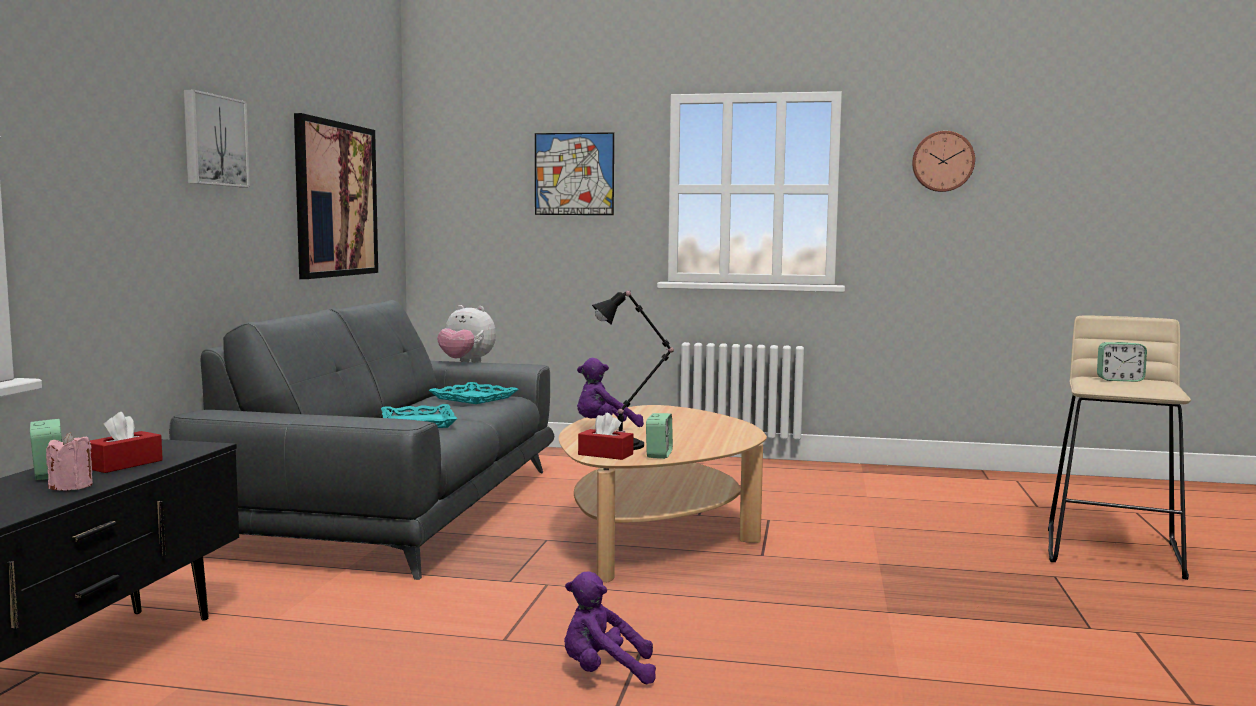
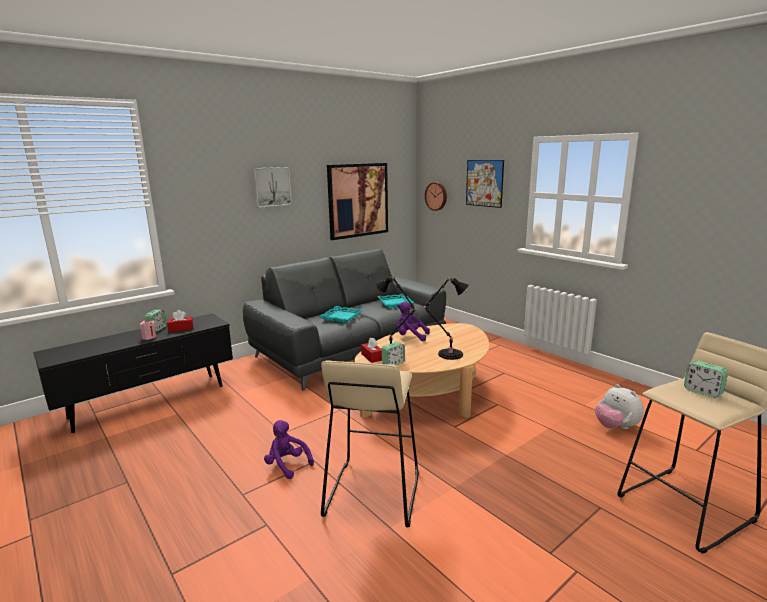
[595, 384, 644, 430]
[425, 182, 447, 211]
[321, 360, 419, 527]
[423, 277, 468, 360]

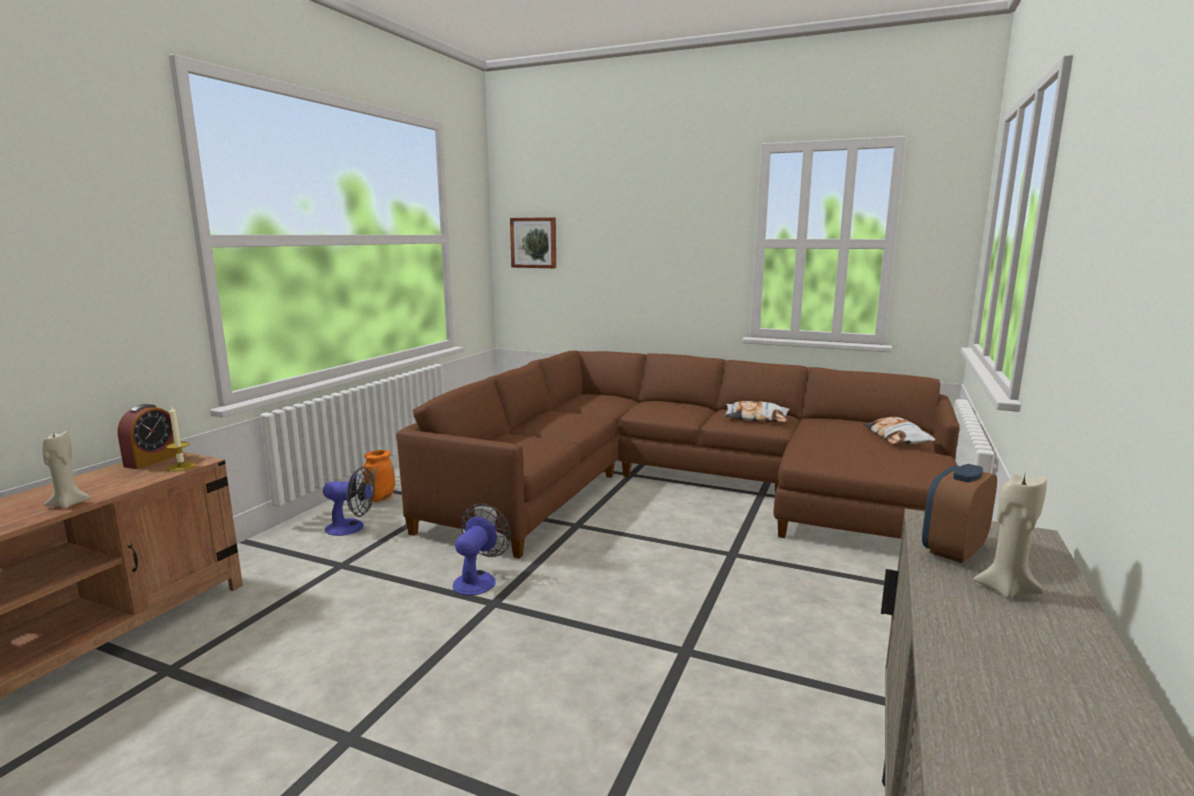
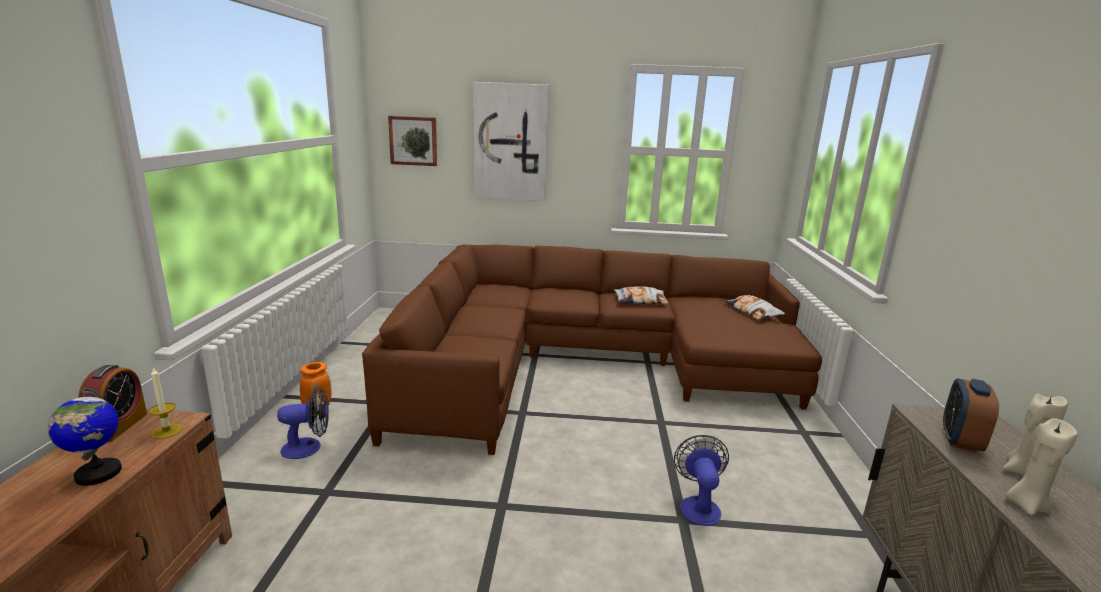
[1006, 418, 1077, 515]
[674, 435, 729, 526]
[48, 387, 122, 486]
[473, 82, 549, 201]

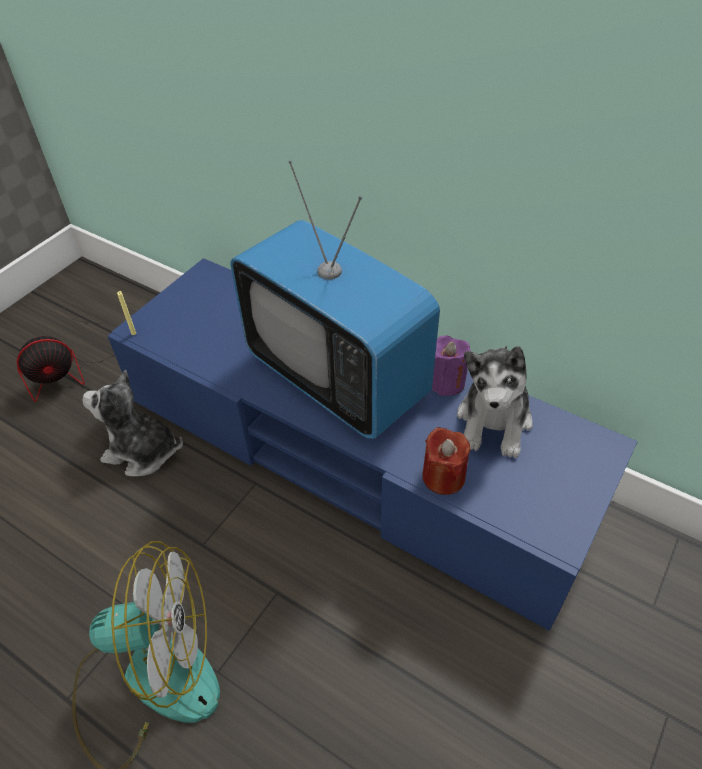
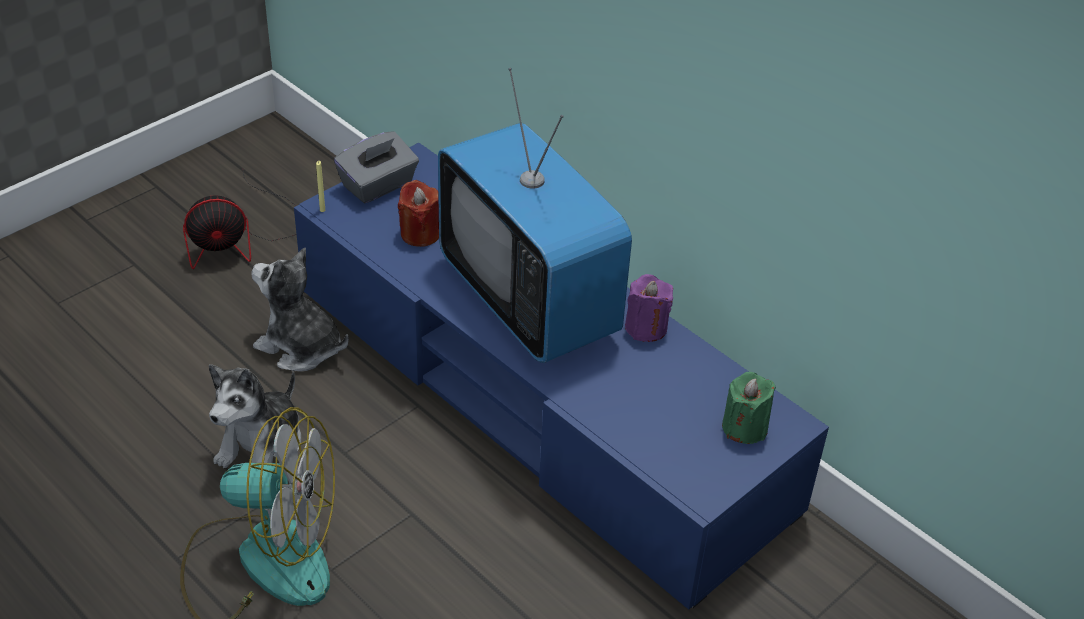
[398, 180, 439, 247]
[209, 365, 301, 468]
[334, 131, 419, 203]
[722, 372, 776, 444]

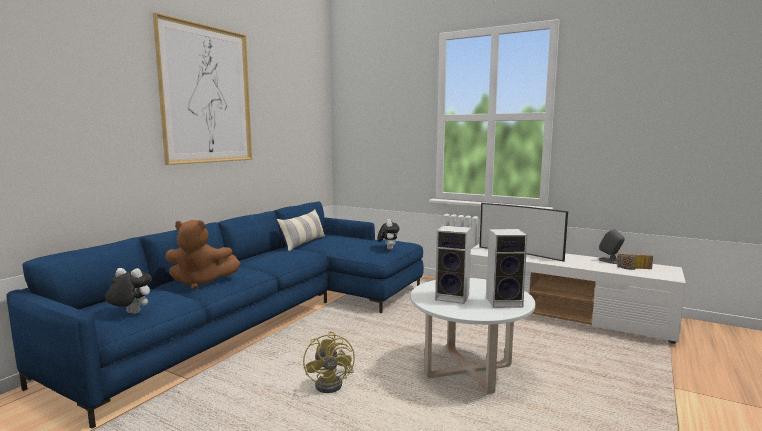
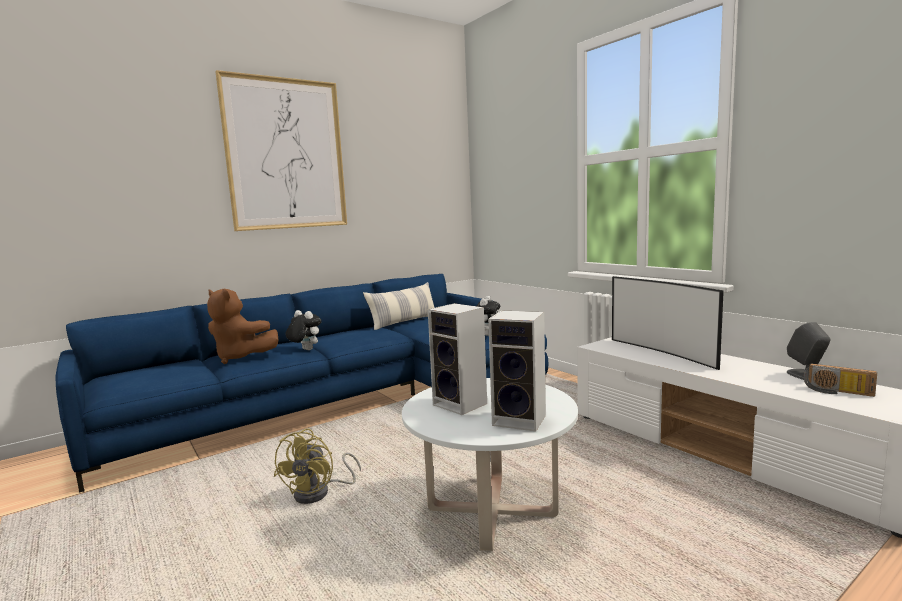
[285, 310, 322, 350]

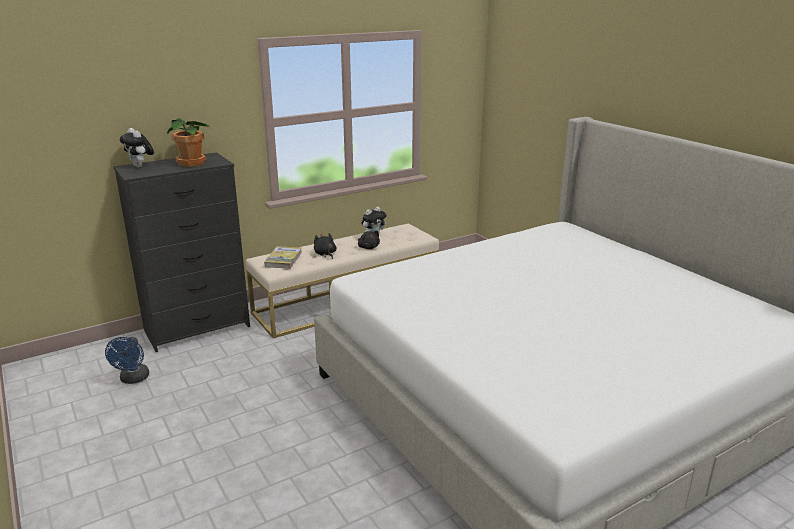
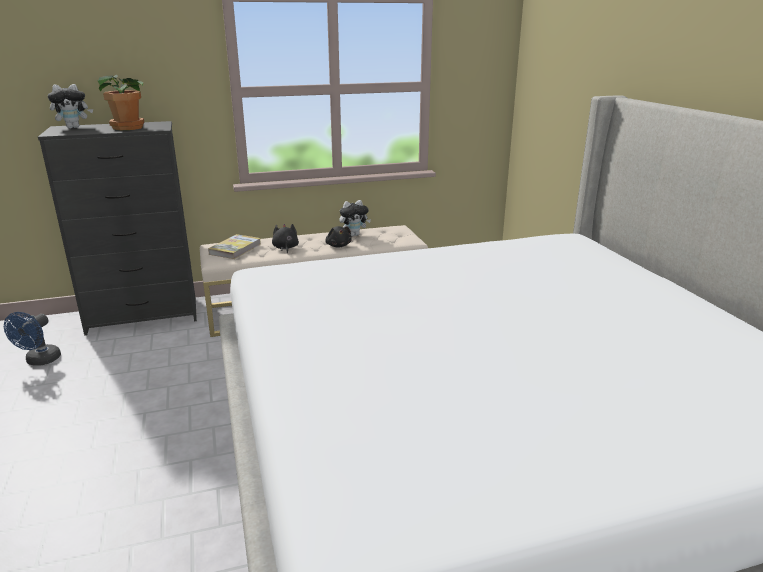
[48, 84, 93, 128]

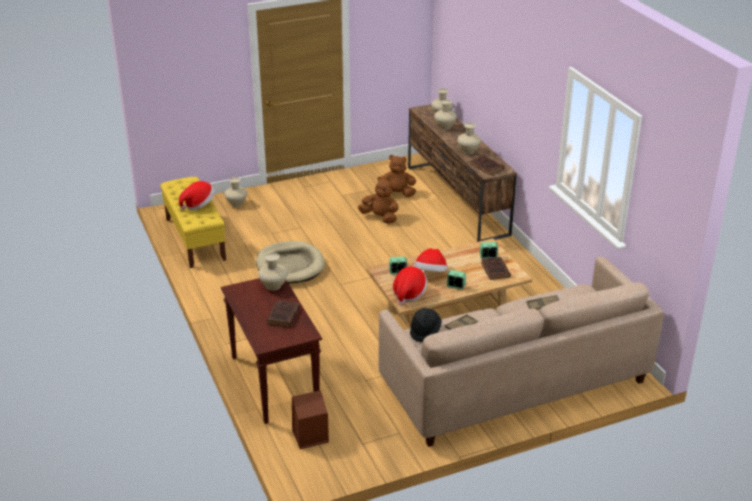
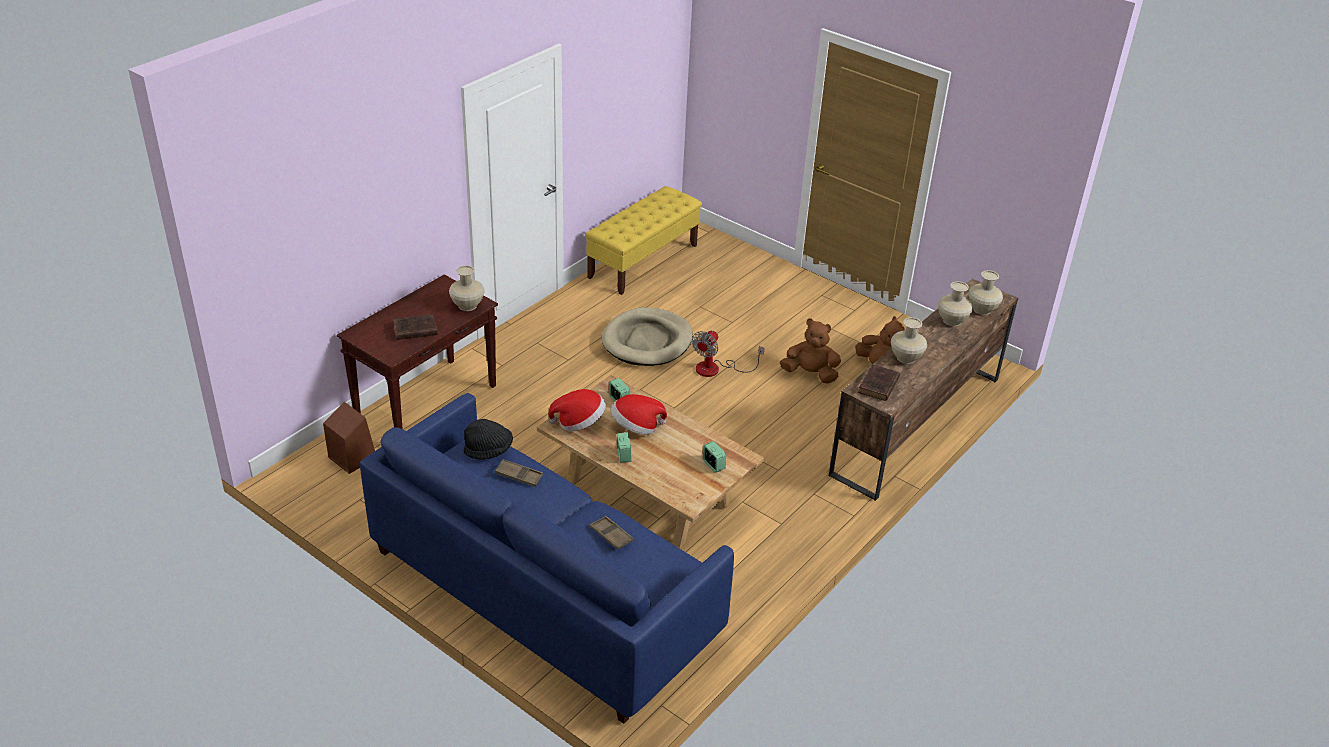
[179, 181, 215, 210] (first image)
[225, 177, 247, 207] (first image)
[780, 318, 841, 384]
[360, 393, 734, 724]
[481, 257, 511, 280] (first image)
[692, 330, 764, 377]

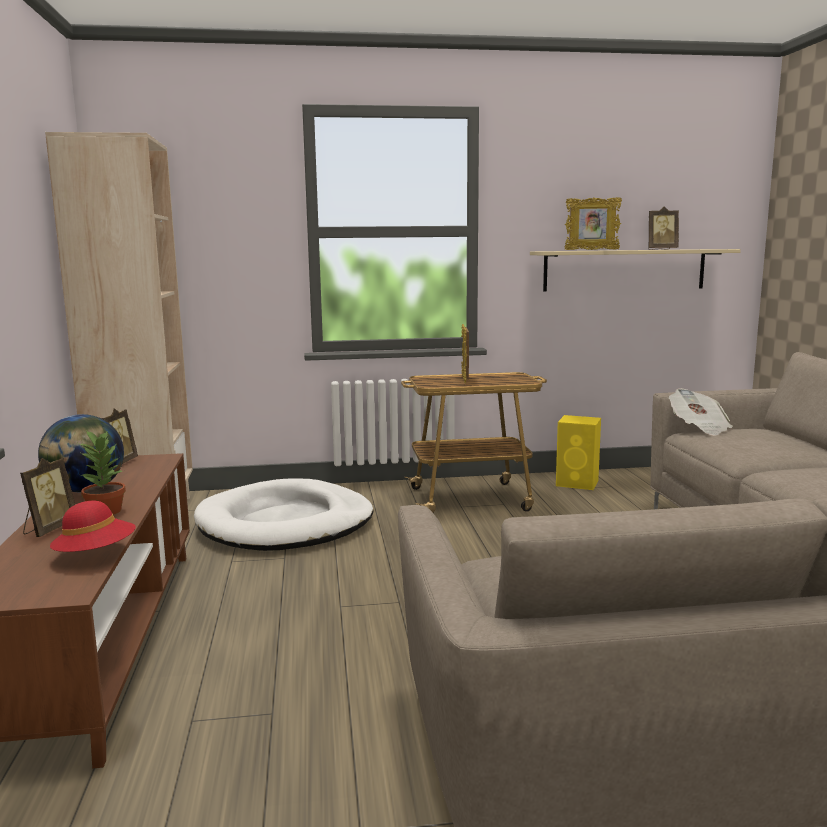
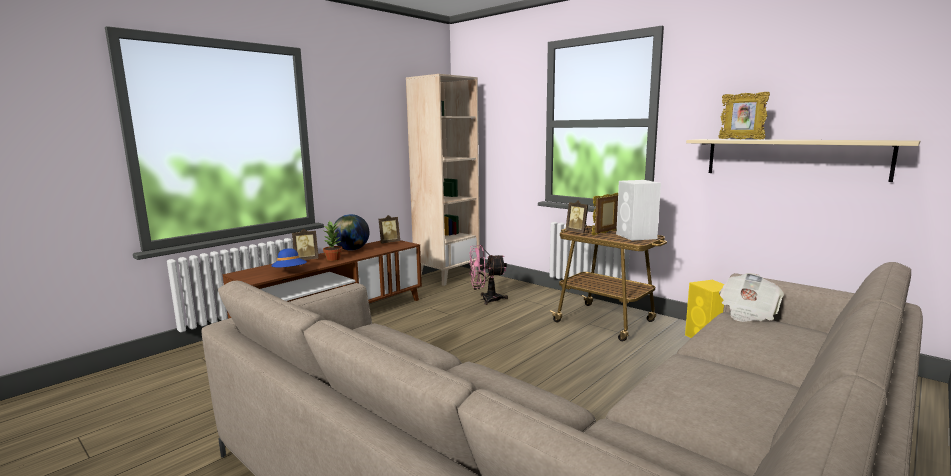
[271, 248, 307, 268]
[469, 245, 508, 305]
[566, 200, 588, 234]
[616, 180, 661, 241]

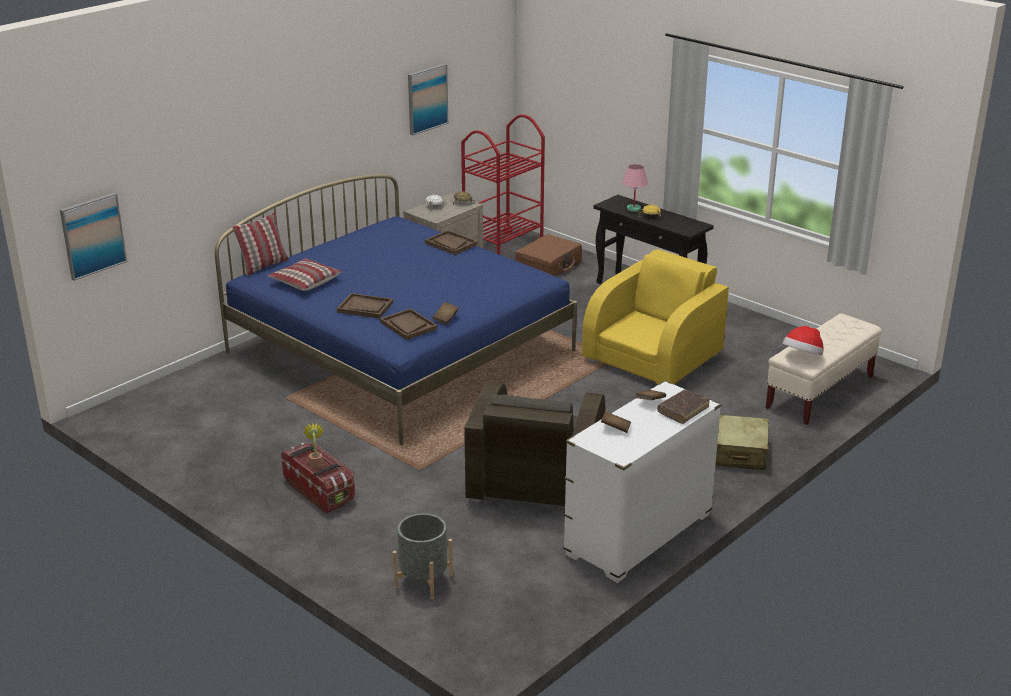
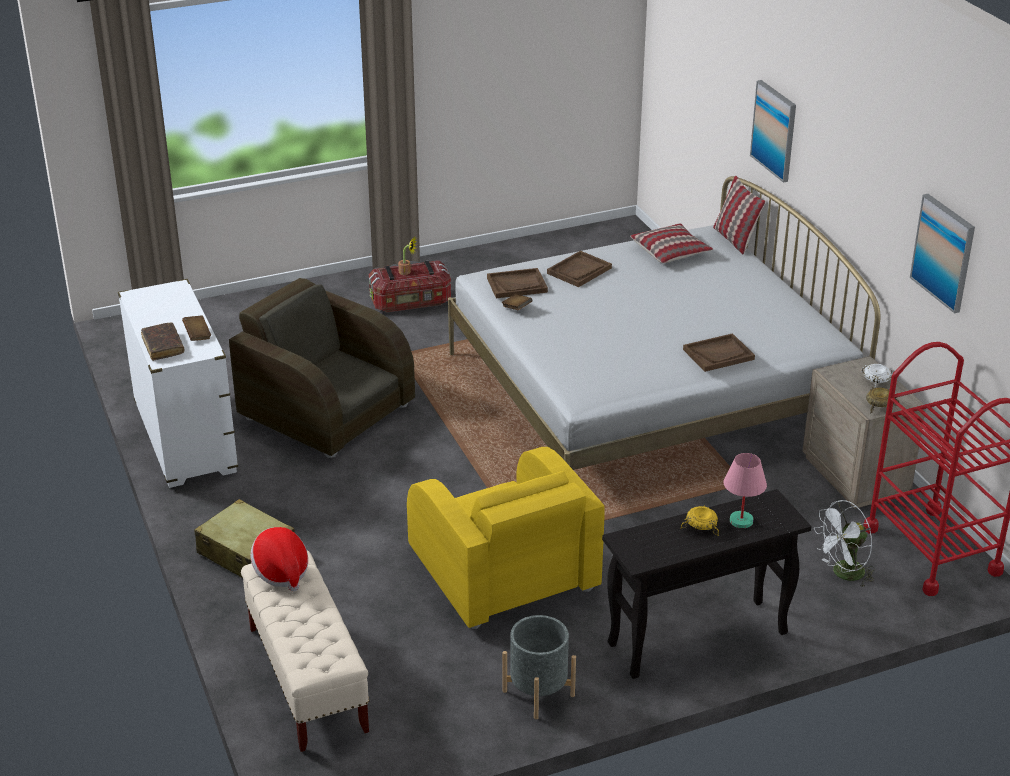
[750, 80, 796, 183]
[448, 176, 880, 470]
[502, 615, 576, 719]
[814, 500, 875, 588]
[601, 411, 631, 433] (first image)

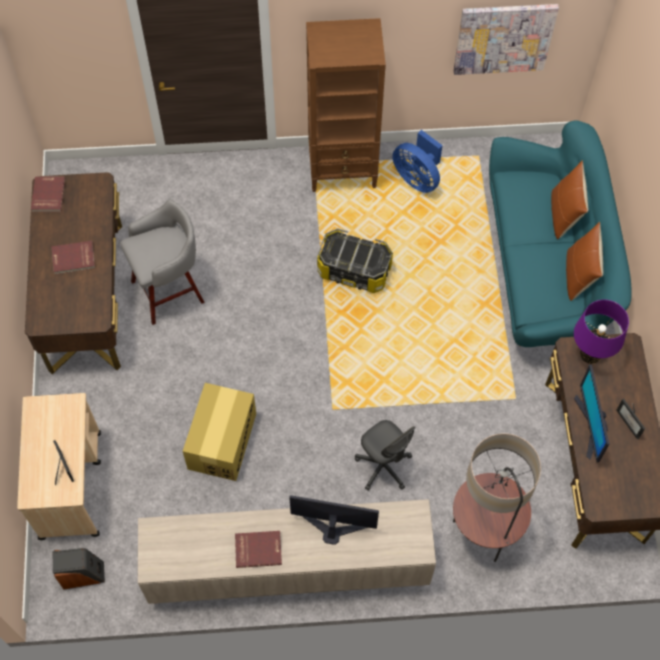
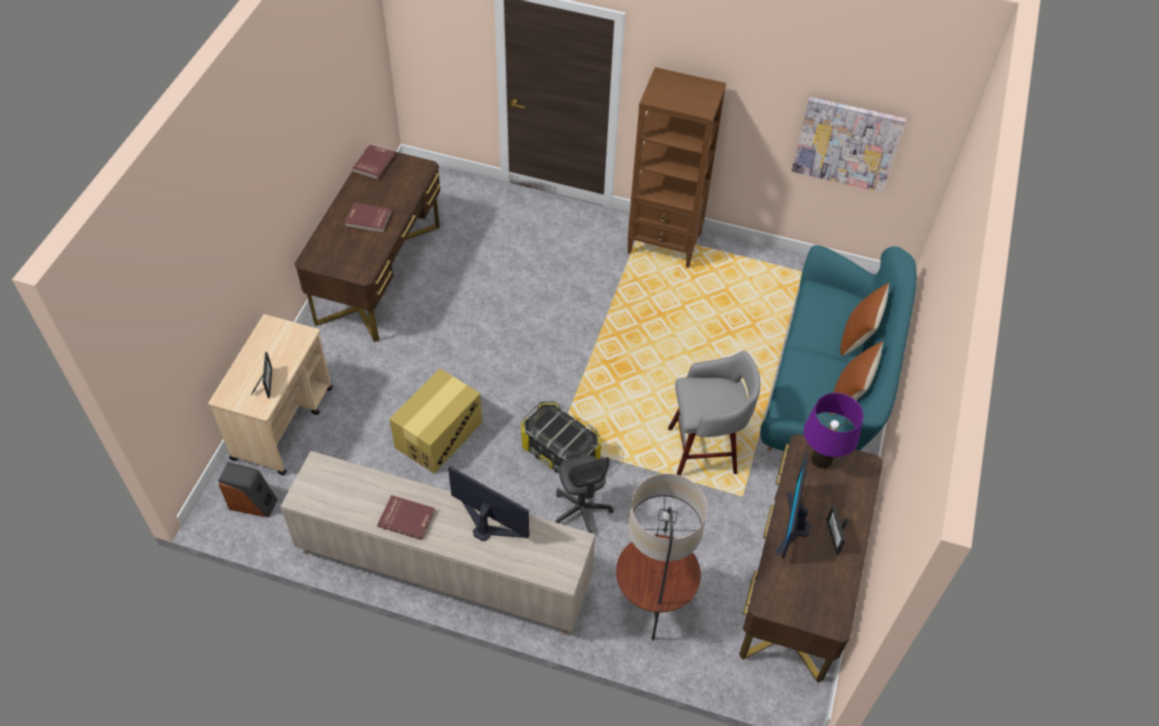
[668, 351, 760, 476]
[521, 401, 601, 473]
[392, 130, 443, 193] (first image)

